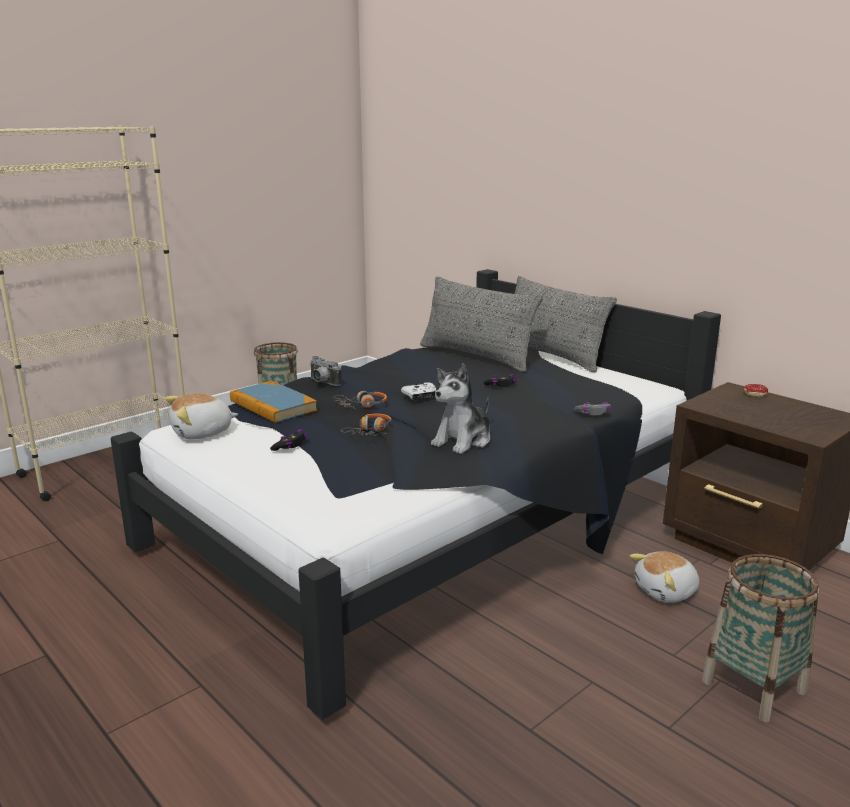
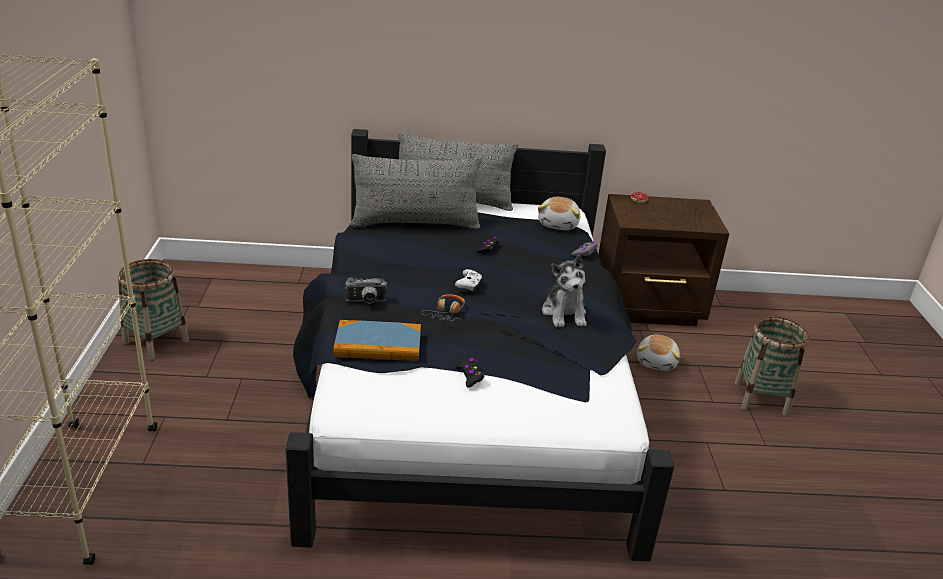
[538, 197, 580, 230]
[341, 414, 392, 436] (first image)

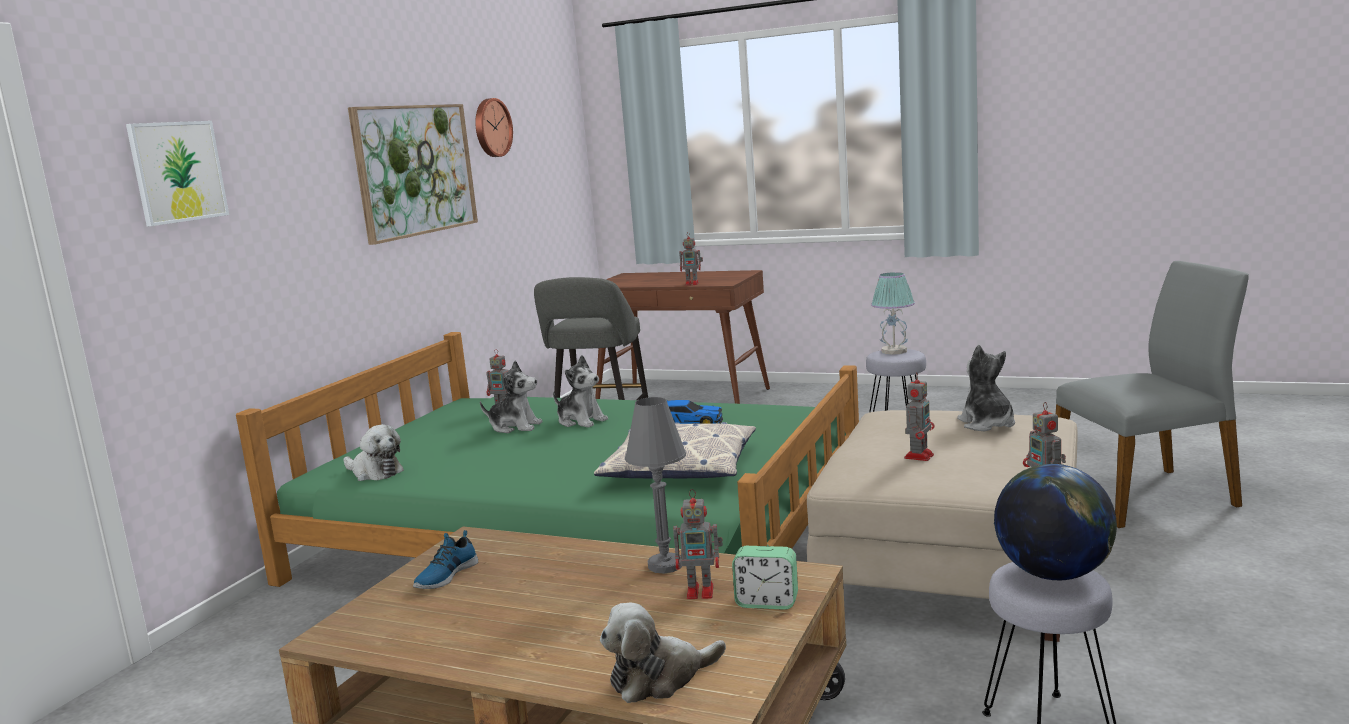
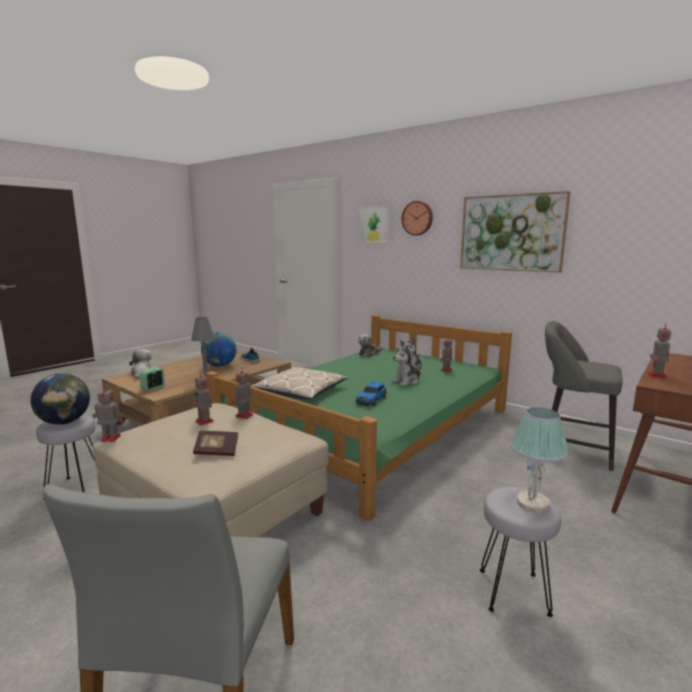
[401, 201, 433, 236]
[232, 367, 253, 419]
[193, 431, 238, 456]
[201, 332, 236, 367]

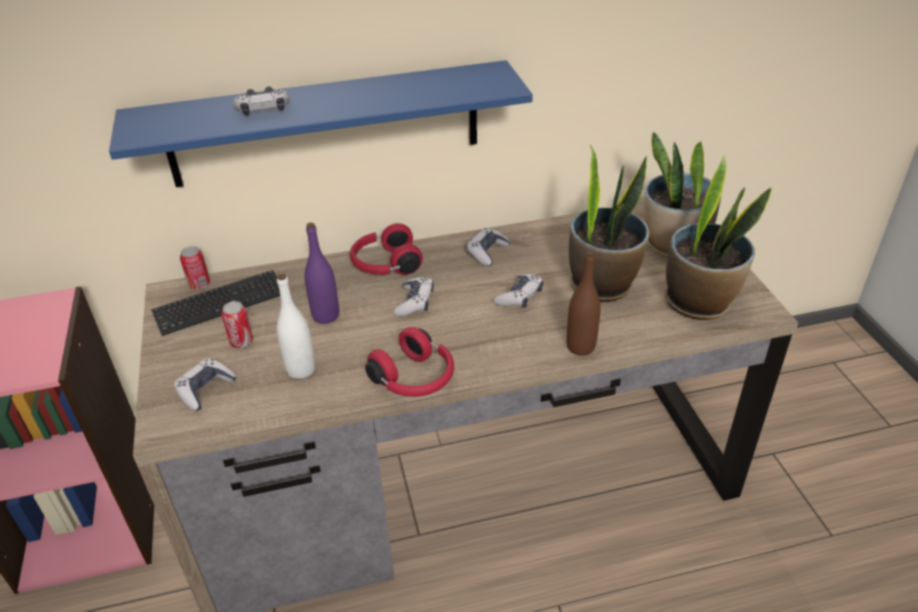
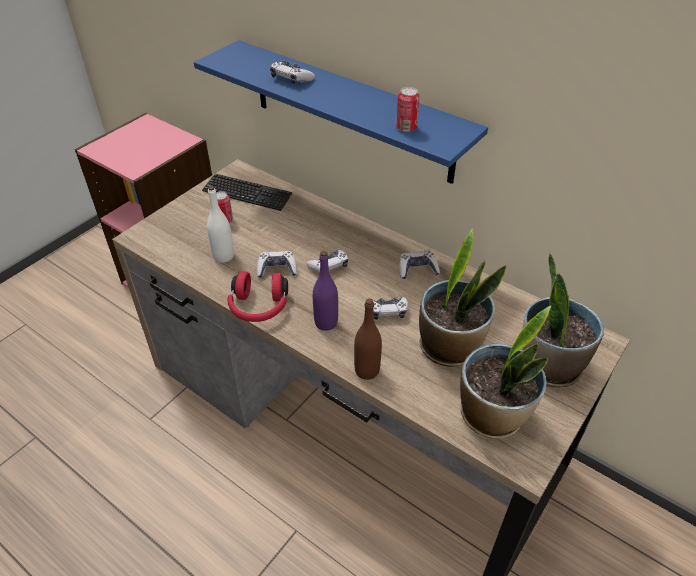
[257, 251, 297, 278]
[396, 87, 420, 132]
[313, 251, 338, 331]
[350, 223, 423, 275] (first image)

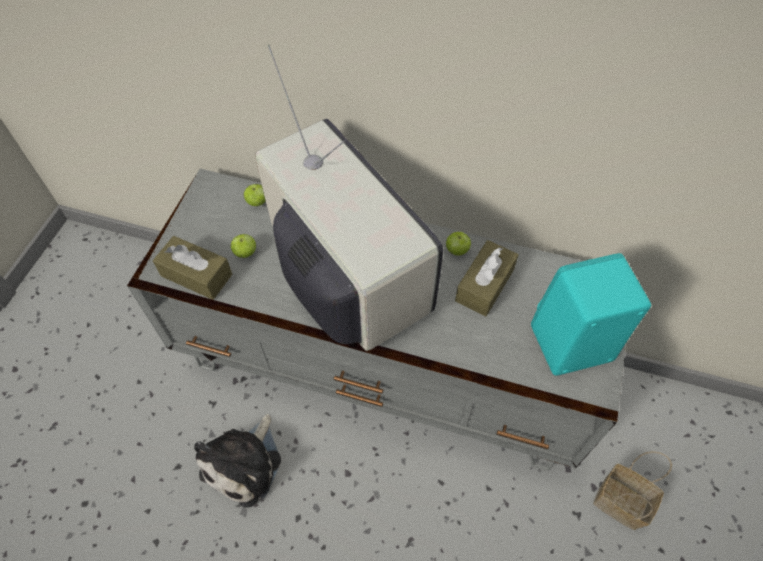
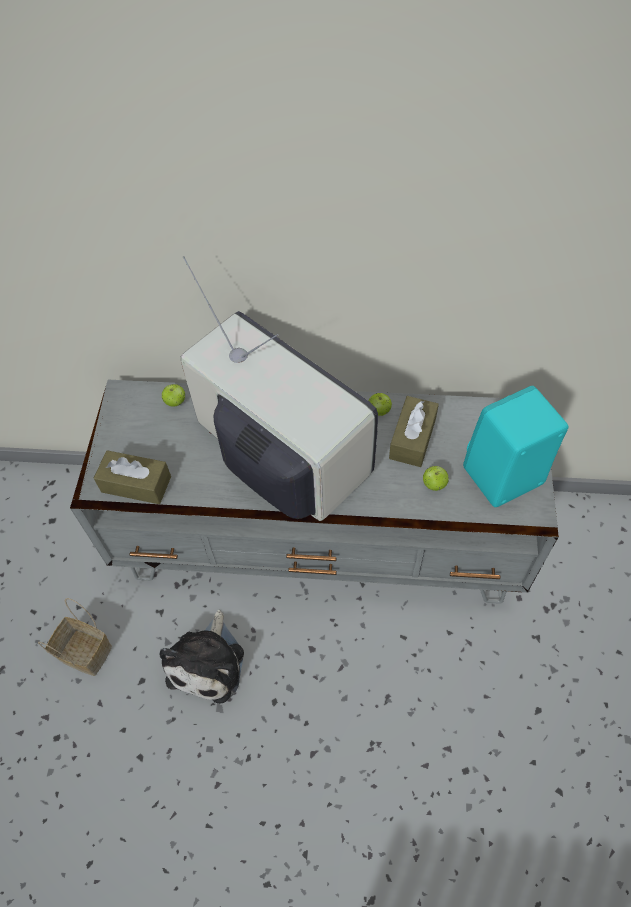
[423, 466, 449, 491]
[38, 598, 112, 676]

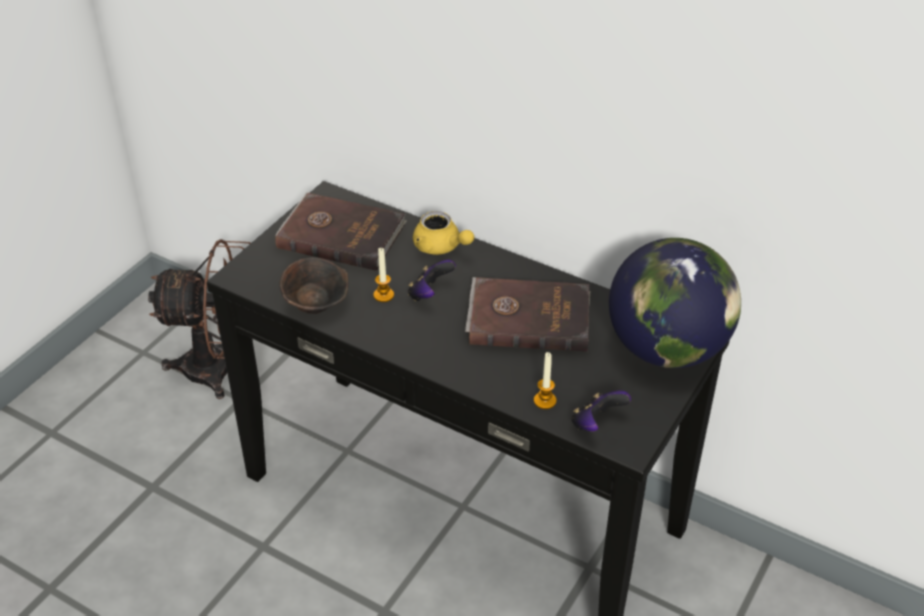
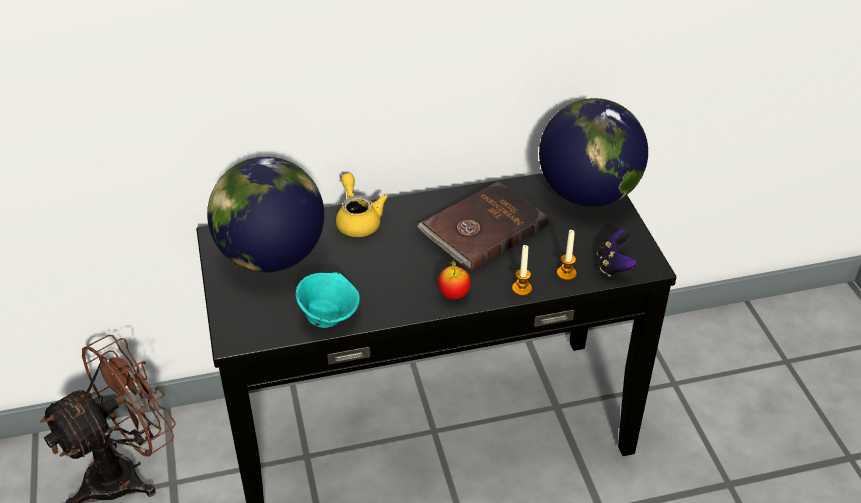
[207, 157, 324, 272]
[296, 272, 360, 328]
[512, 245, 532, 296]
[408, 260, 456, 301] (first image)
[336, 173, 388, 237]
[438, 260, 471, 299]

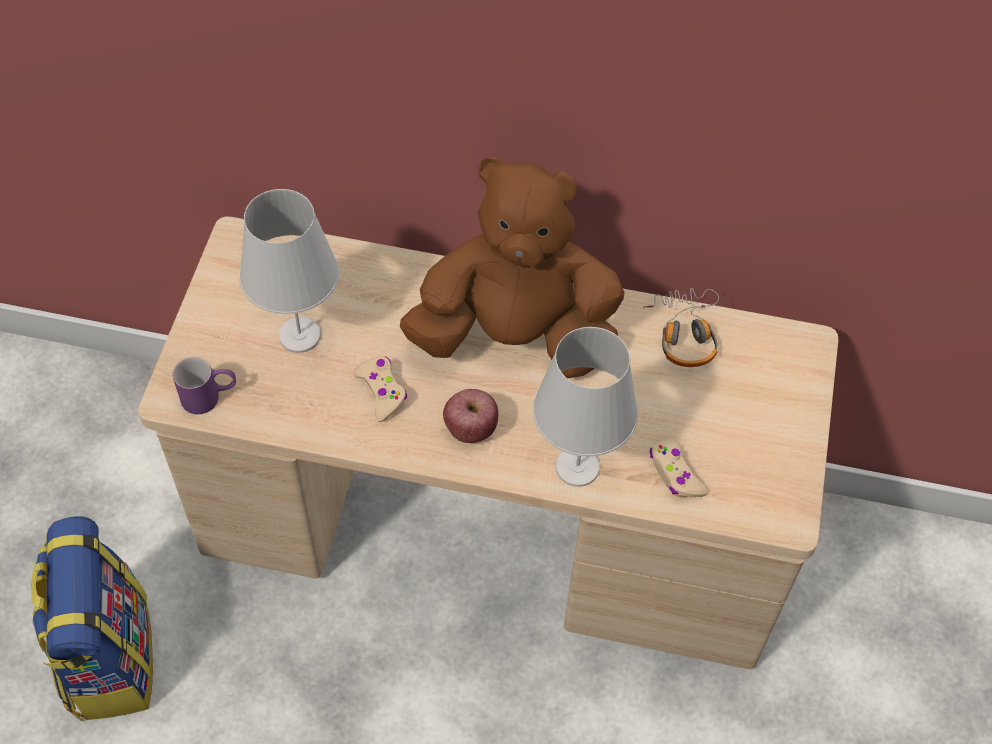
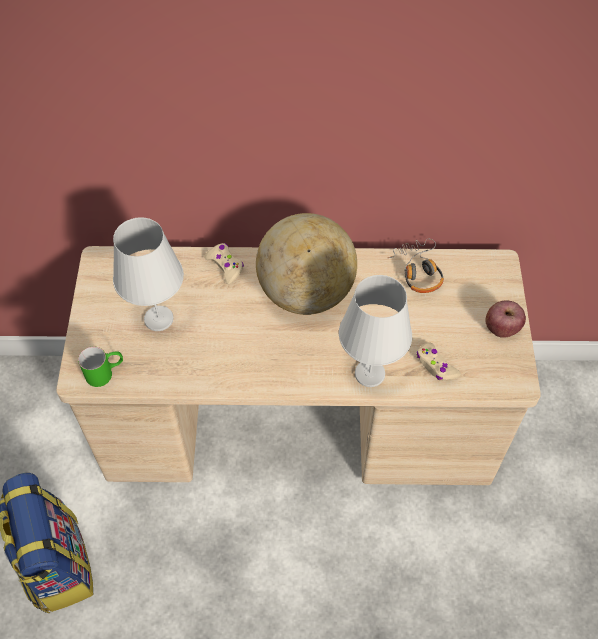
[78, 347, 123, 387]
[204, 243, 244, 285]
[256, 213, 357, 315]
[485, 300, 526, 338]

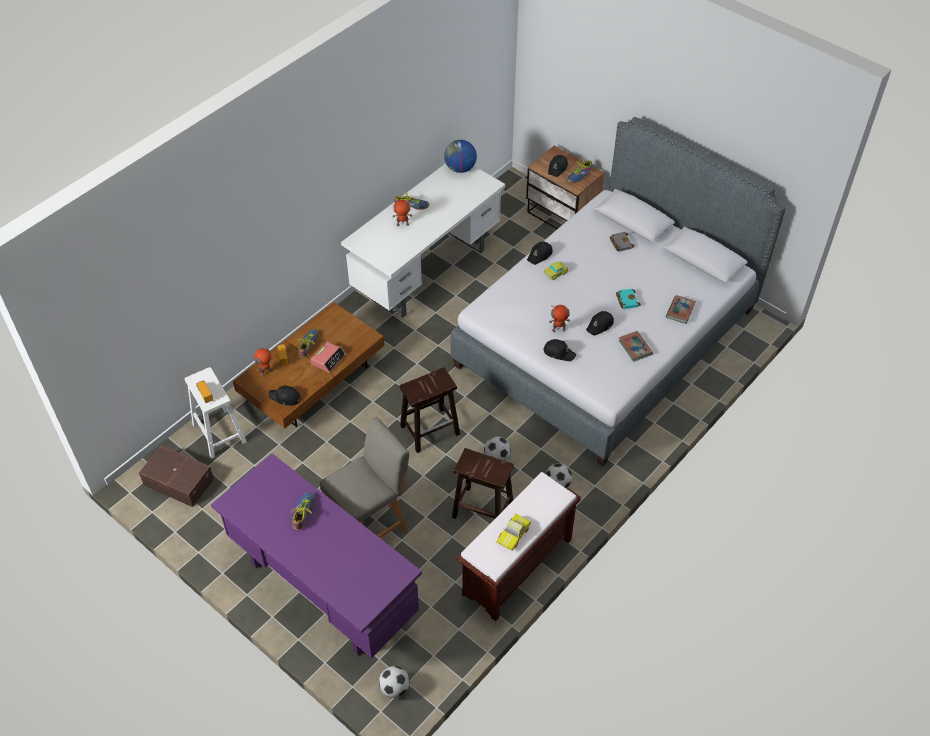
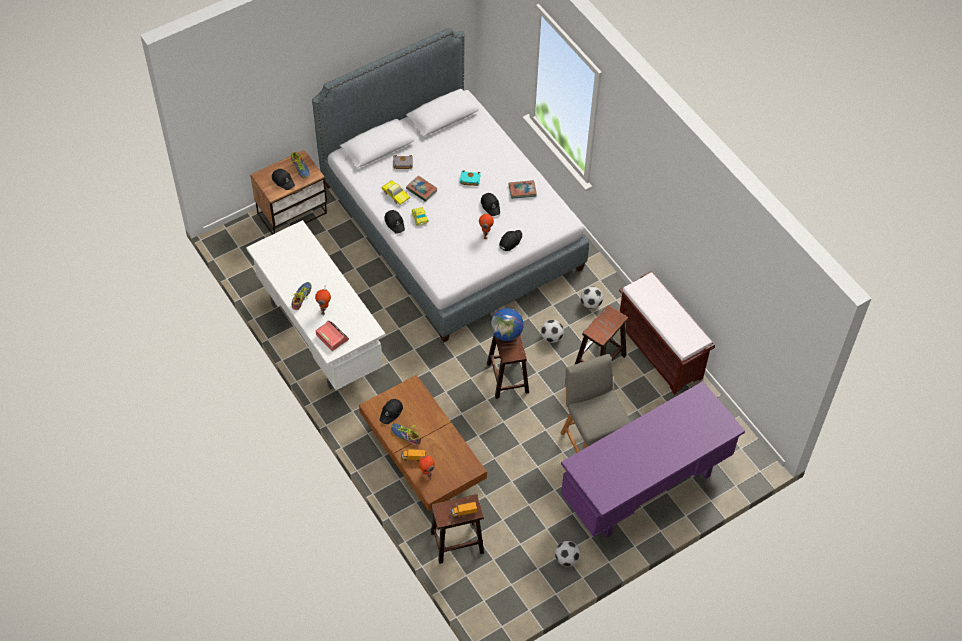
[139, 445, 214, 507] (first image)
[431, 494, 484, 564]
[380, 399, 403, 424]
[291, 492, 314, 530] (first image)
[316, 321, 349, 351]
[555, 541, 580, 566]
[491, 308, 524, 341]
[382, 180, 410, 205]
[406, 176, 438, 202]

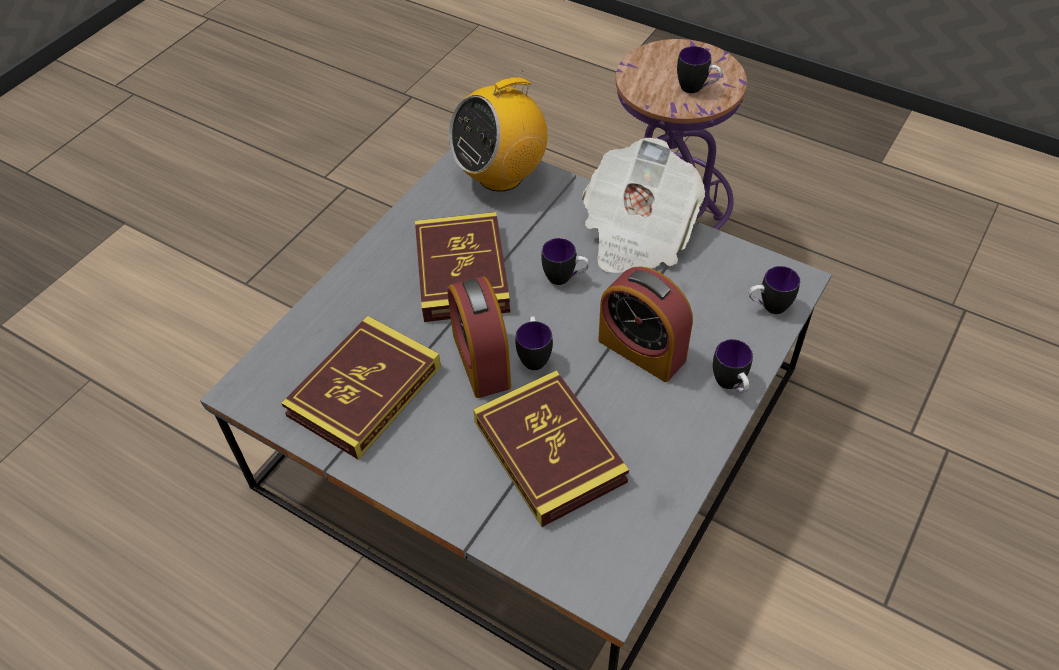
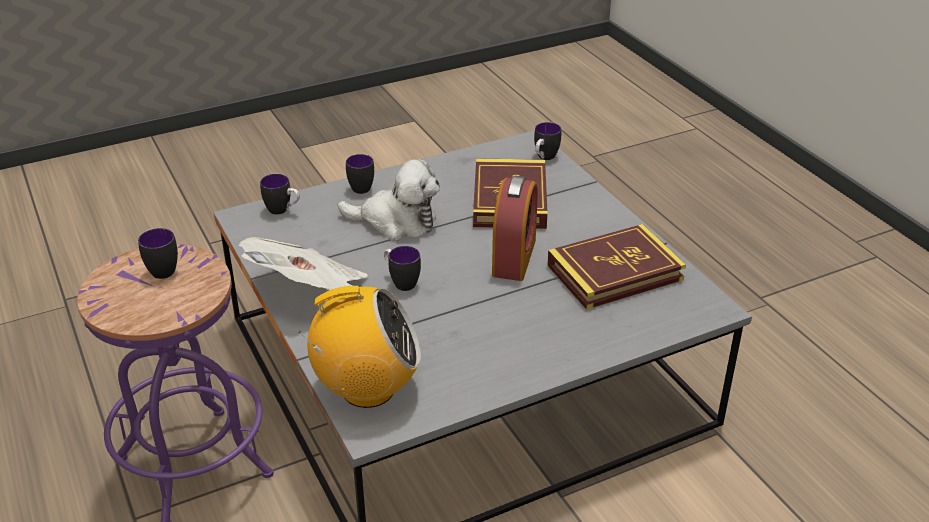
[415, 212, 511, 322] (first image)
[534, 122, 561, 160]
[338, 159, 440, 241]

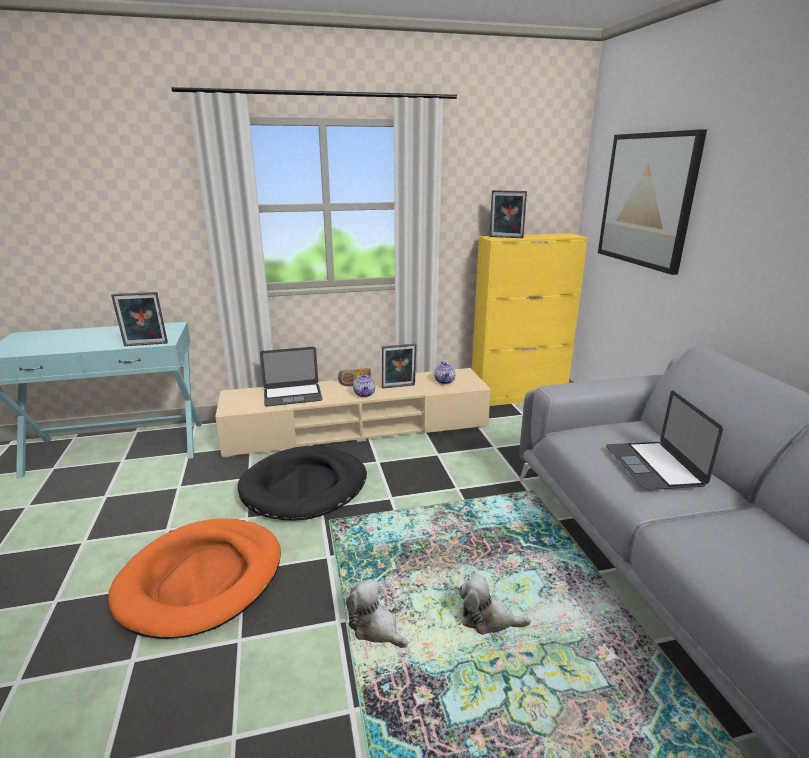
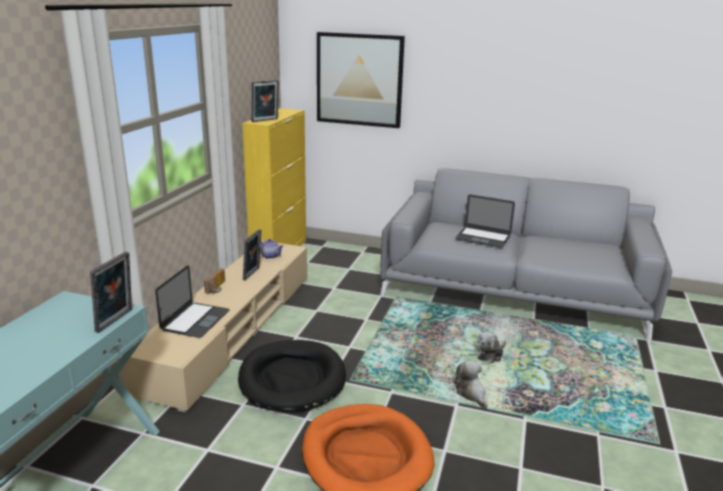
[455, 360, 488, 408]
[353, 373, 375, 397] (first image)

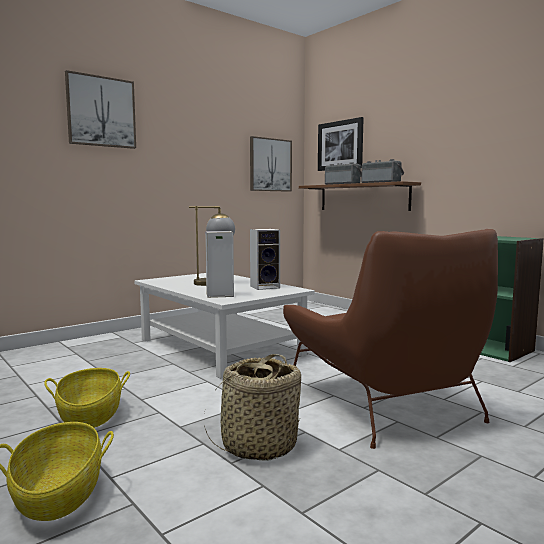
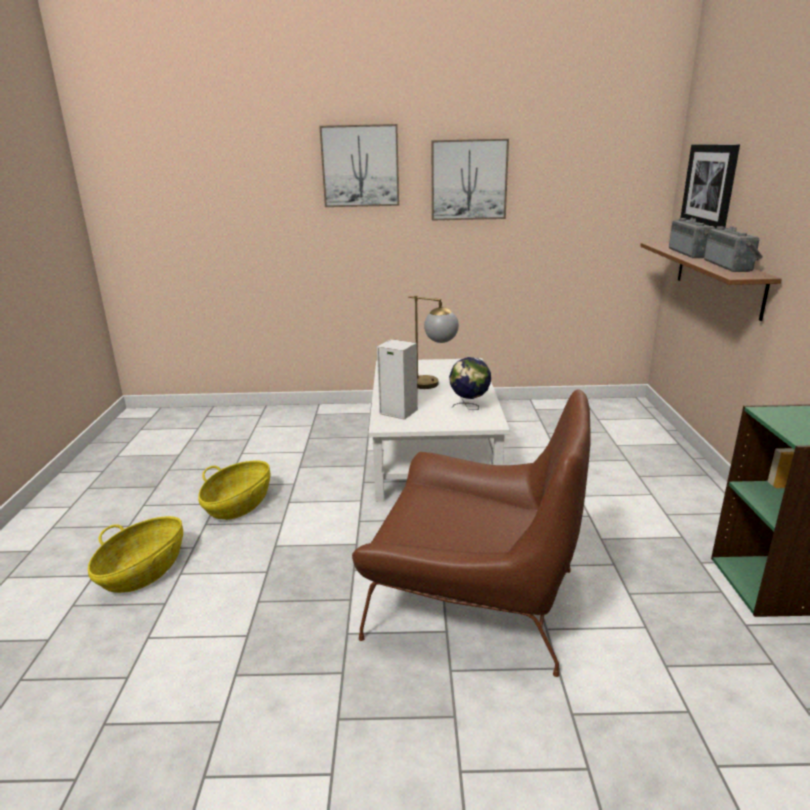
[204, 354, 301, 461] (first image)
[432, 139, 509, 221]
[449, 357, 491, 410]
[352, 389, 590, 677]

